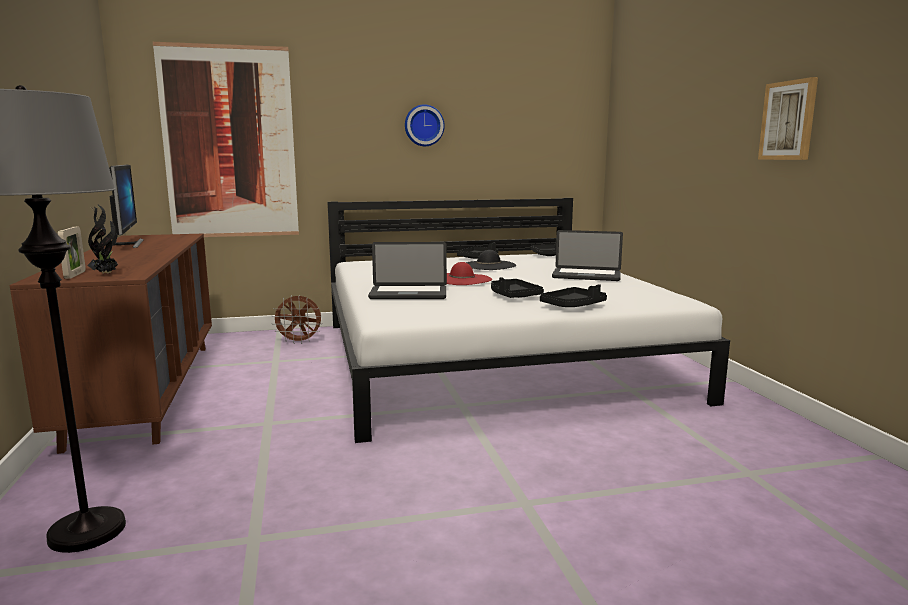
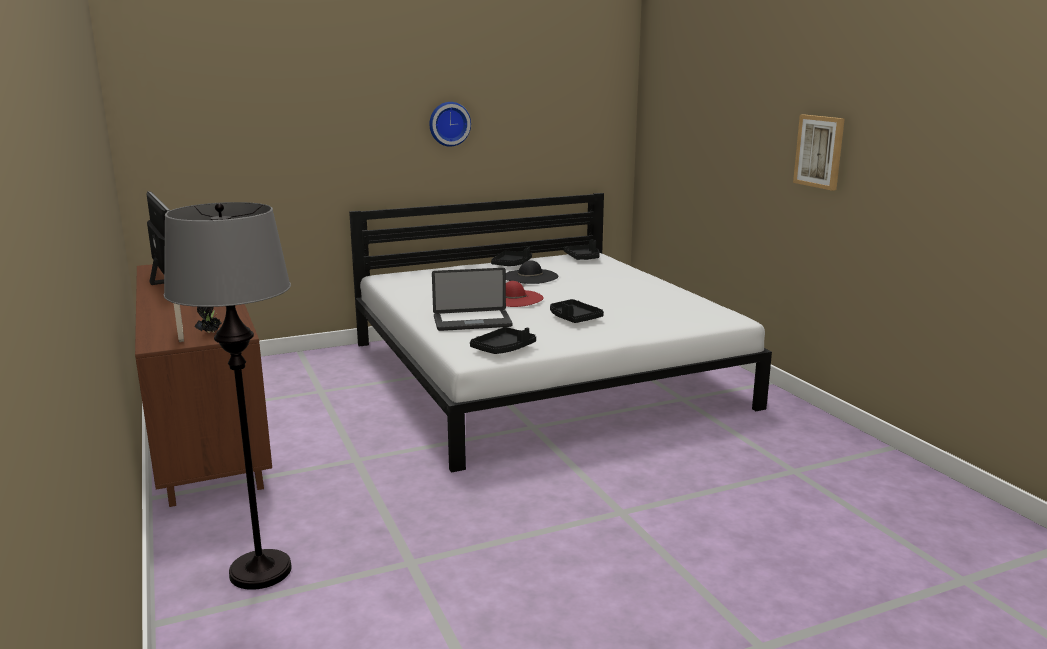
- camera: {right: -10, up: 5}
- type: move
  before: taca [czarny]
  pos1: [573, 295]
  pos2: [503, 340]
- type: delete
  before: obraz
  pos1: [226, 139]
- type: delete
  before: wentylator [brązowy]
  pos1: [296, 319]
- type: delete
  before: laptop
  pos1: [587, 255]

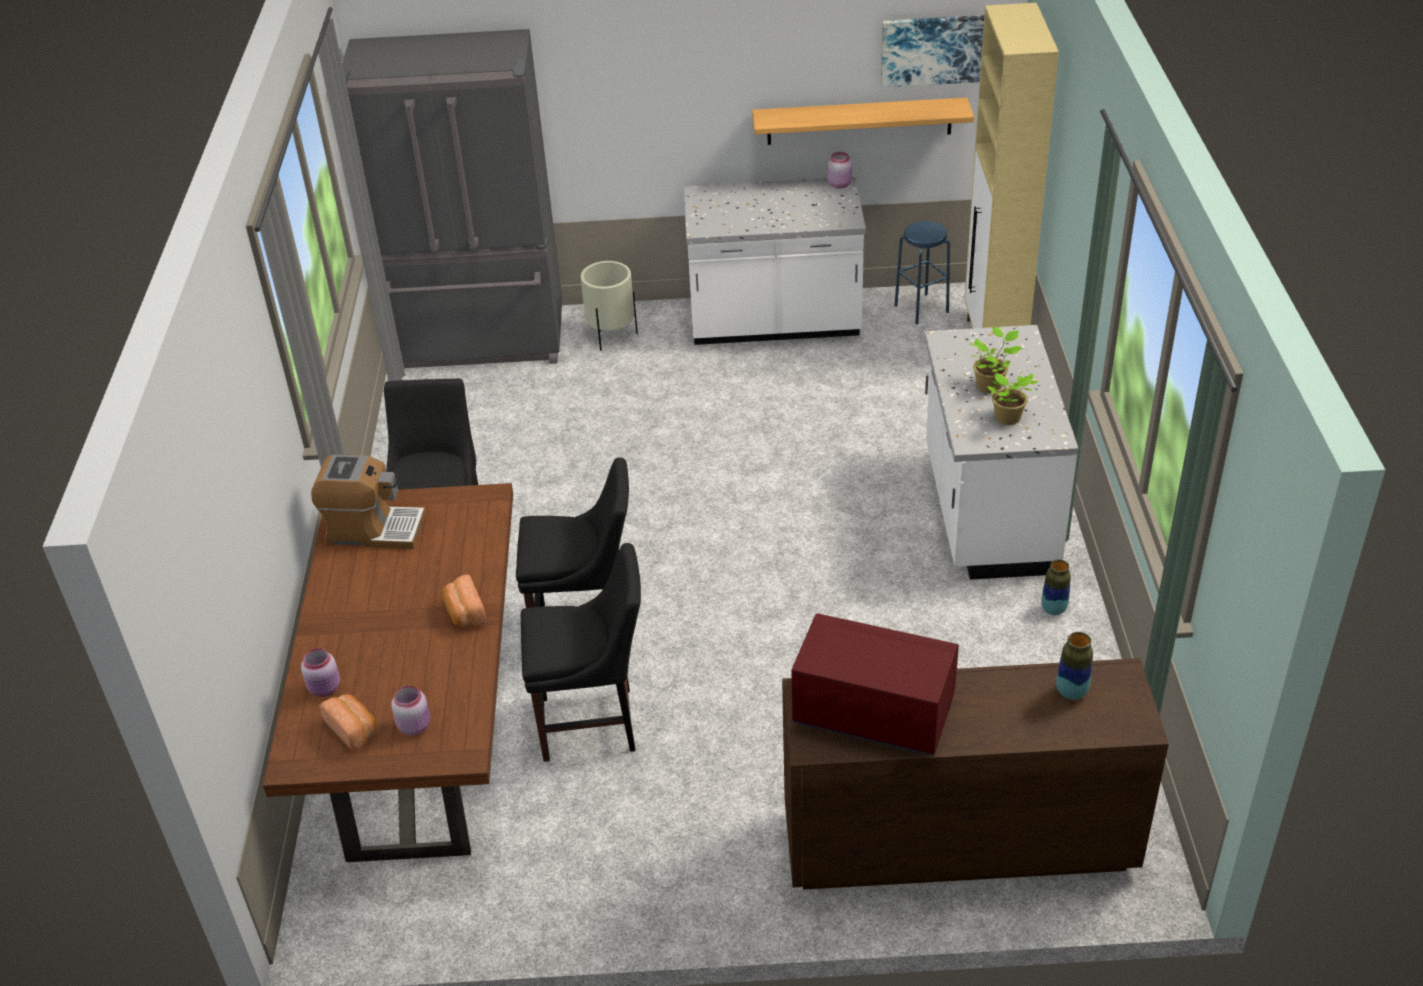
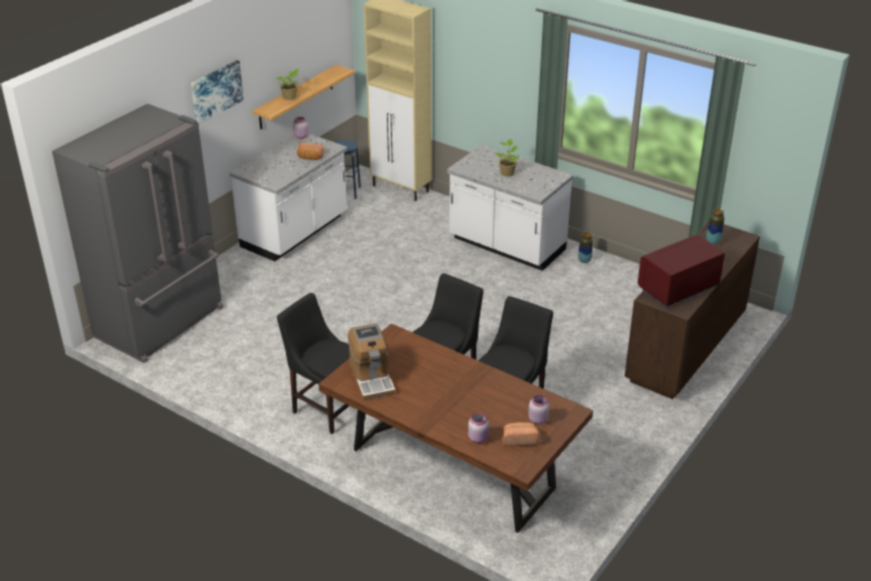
- camera: {right: -55, up: -5}
- type: move
  before: obraz
  pos1: [932, 51]
  pos2: [217, 92]
- type: move
  before: roślina doniczkowa
  pos1: [1012, 399]
  pos2: [287, 84]
- type: move
  before: chleb
  pos1: [464, 601]
  pos2: [310, 151]
- type: rotate
  before: ekspres do kawy
  pos1: [368, 502]
  pos2: [372, 362]
  turn: 120
- type: delete
  before: donica [beżowy]
  pos1: [609, 306]

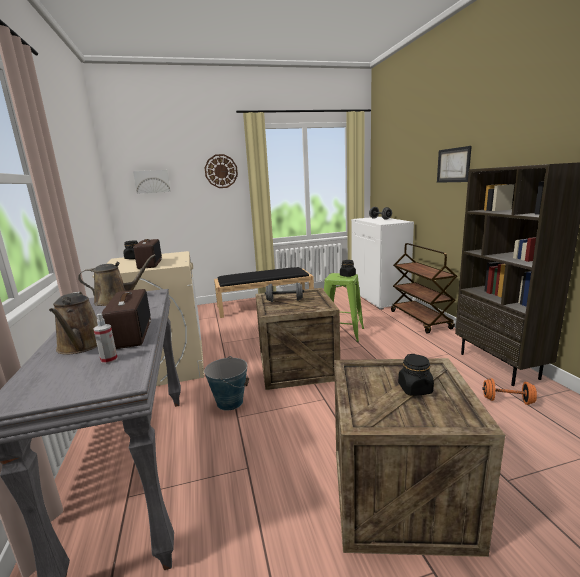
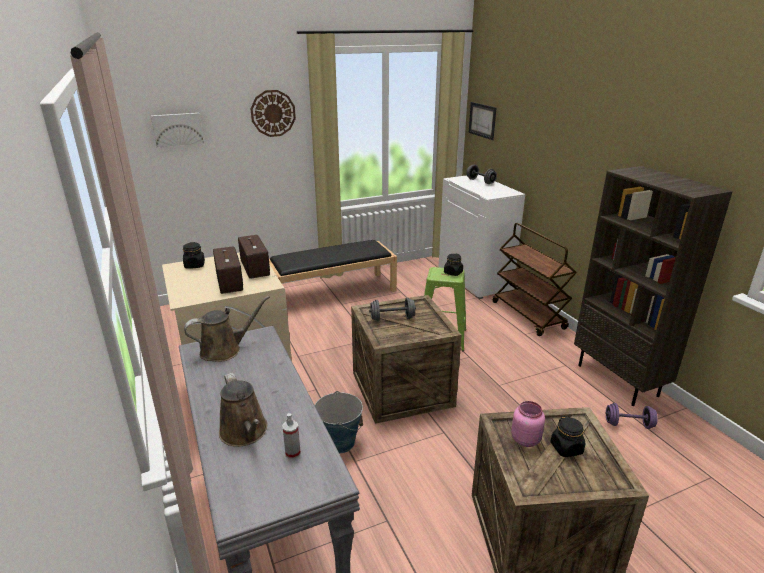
- camera: {right: -10, up: 10}
- type: move
  before: radio
  pos1: [126, 319]
  pos2: [254, 257]
- type: move
  before: obraz
  pos1: [454, 164]
  pos2: [482, 121]
- type: insert
  after: słoik [różowy]
  pos2: [528, 424]
- type: recolor
  before: hantel [pomarańczowy]
  after: hantel [fioletowy]
  pos1: [509, 391]
  pos2: [632, 416]

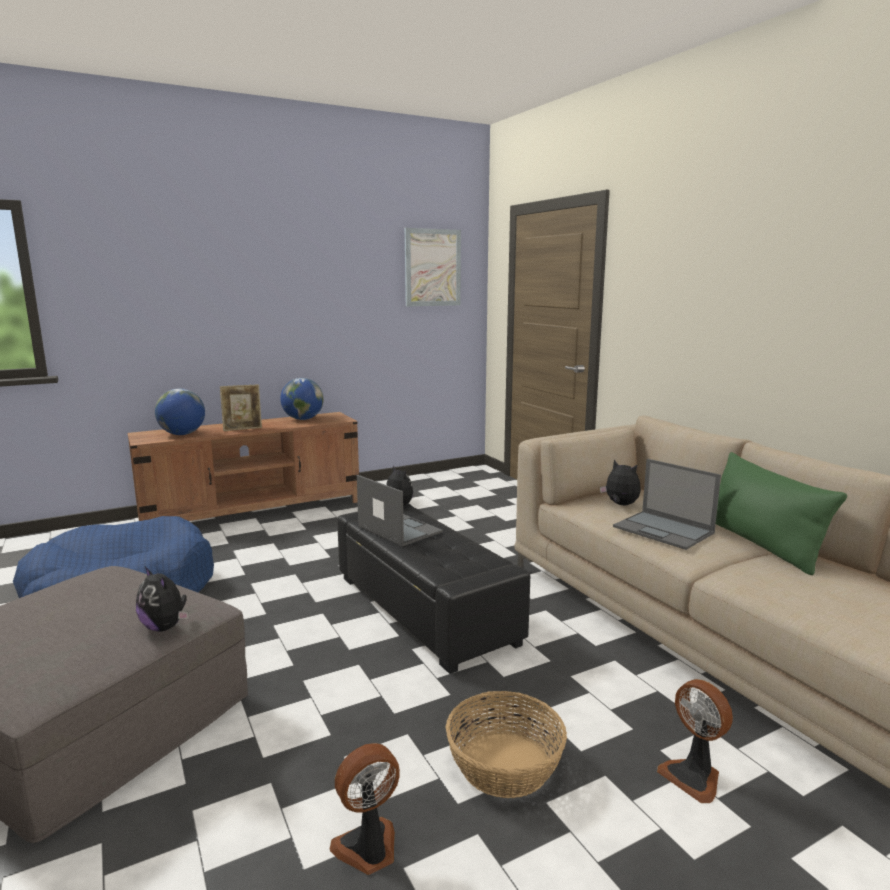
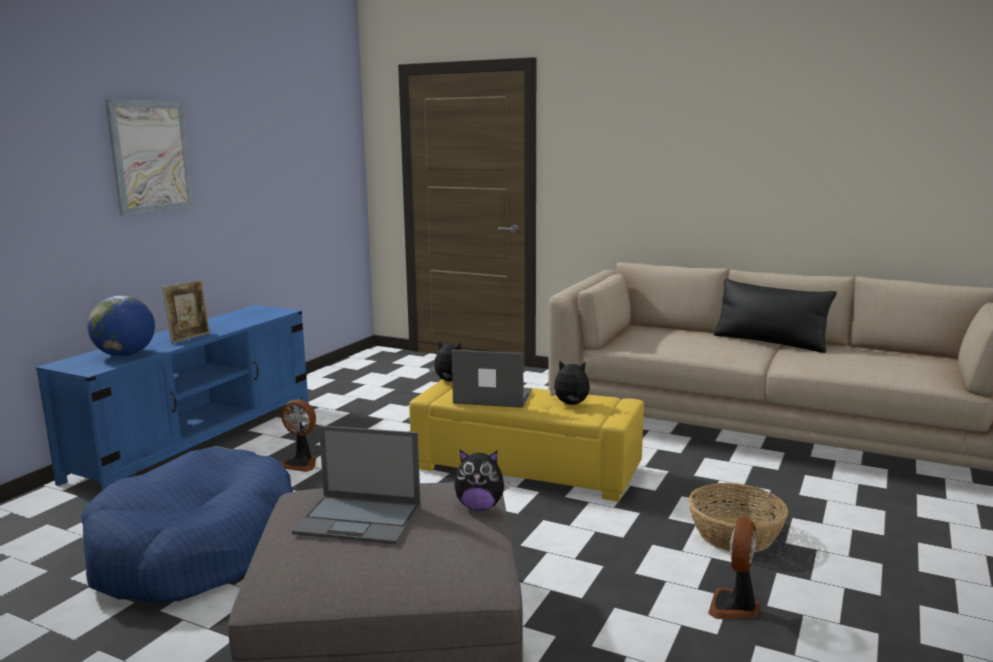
- camera: {right: -35, up: 0}
- type: recolor
  before: szafka pod telewizor [brązowy]
  after: szafka pod telewizor [niebieski]
  pos1: [243, 466]
  pos2: [172, 398]
- type: move
  before: obraz
  pos1: [433, 267]
  pos2: [149, 157]
- type: move
  before: wentylator
  pos1: [695, 741]
  pos2: [298, 435]
- type: move
  before: laptop
  pos1: [667, 504]
  pos2: [356, 485]
- type: recolor
  before: pufa [czarny]
  after: pufa [żółty]
  pos1: [433, 589]
  pos2: [526, 440]
- type: move
  before: pluszak
  pos1: [620, 482]
  pos2: [570, 382]
- type: recolor
  before: poduszka [zielony]
  after: poduszka [czarny]
  pos1: [781, 513]
  pos2: [775, 316]
- type: delete
  before: globus
  pos1: [302, 399]

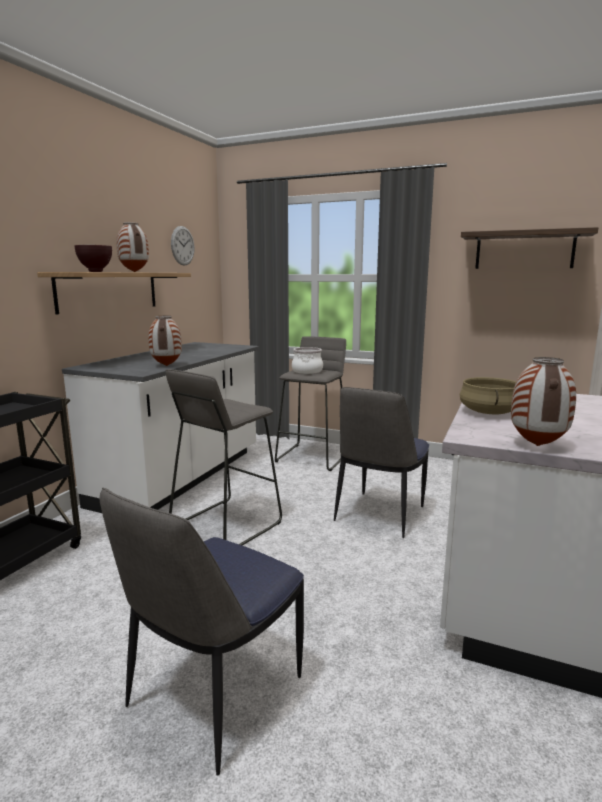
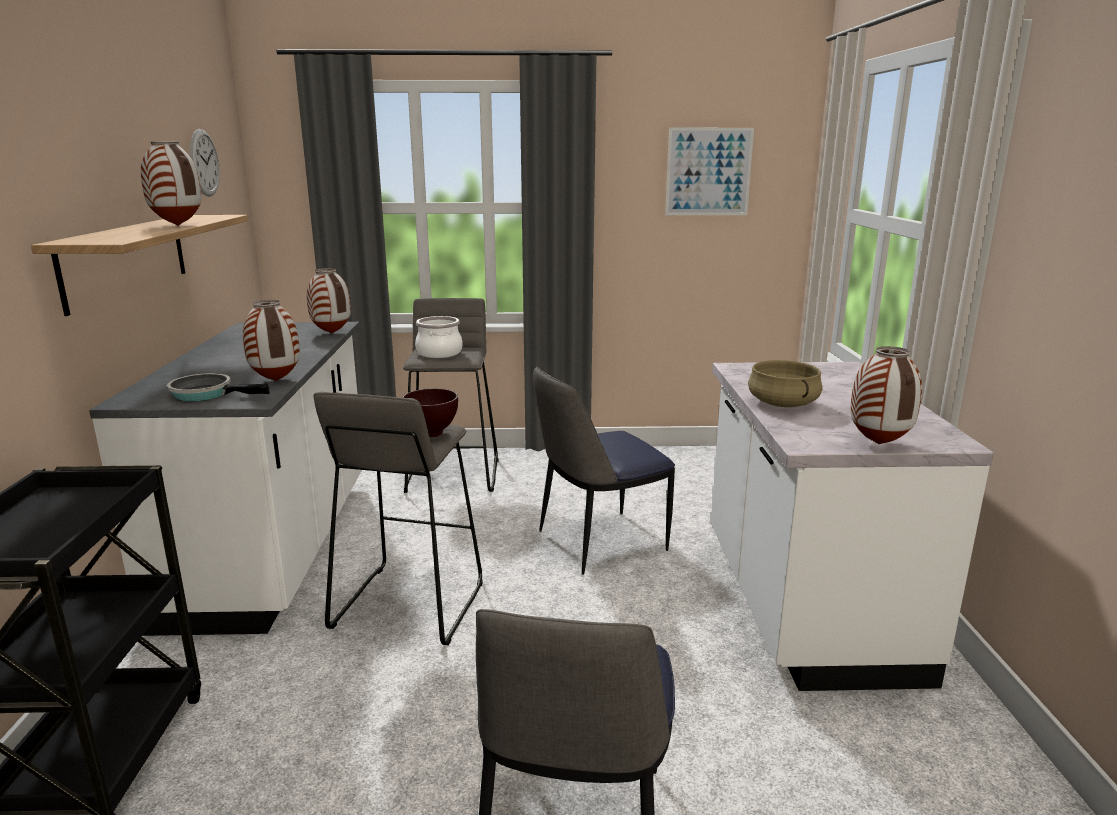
- camera: {right: -25, up: 5}
- type: insert
  after: patelnia
  pos2: [218, 387]
- type: insert
  after: wazon
  pos2: [329, 300]
- type: move
  before: miska [brązowy]
  pos1: [93, 258]
  pos2: [430, 412]
- type: rotate
  before: krzesło
  pos1: [381, 462]
  pos2: [604, 470]
  turn: 60
- type: replace
  before: półka
  after: obraz
  pos1: [529, 248]
  pos2: [709, 171]

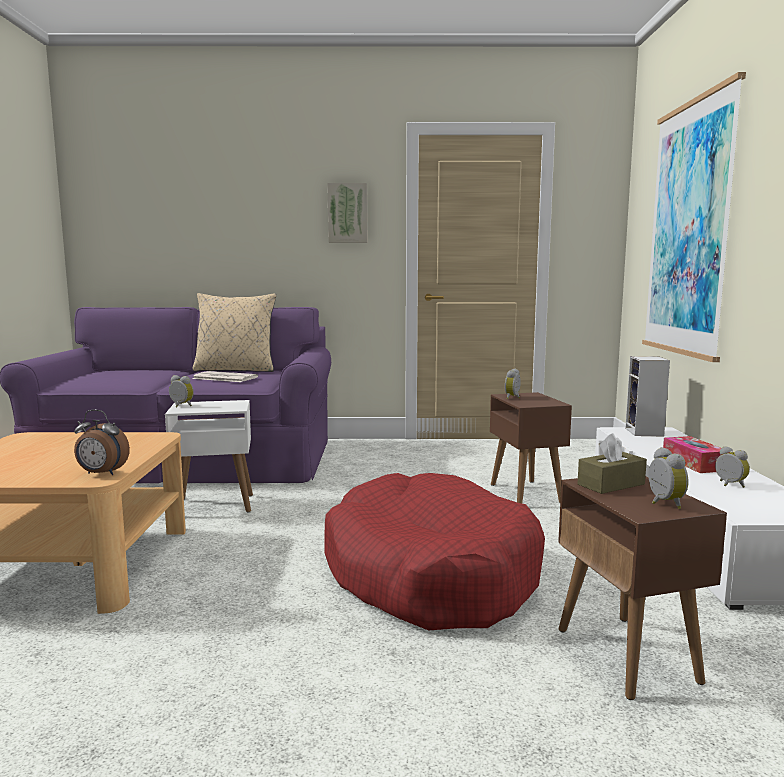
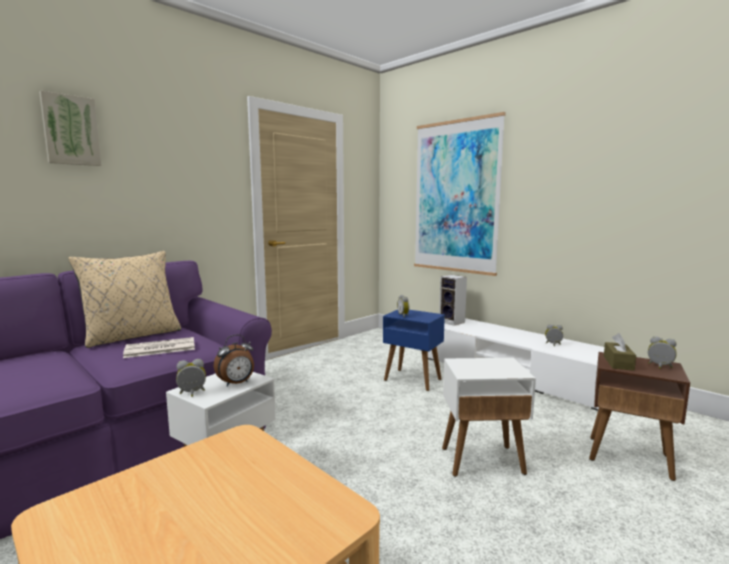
- camera: {right: -45, up: 0}
- type: move
  before: obraz
  pos1: [347, 213]
  pos2: [70, 128]
- type: move
  before: budzik
  pos1: [102, 442]
  pos2: [234, 361]
- type: recolor
  before: stolik [brązowy]
  after: stolik [niebieski]
  pos1: [531, 447]
  pos2: [414, 350]
- type: replace
  before: legowisko [czerwony]
  after: stolik [biały]
  pos1: [434, 551]
  pos2: [489, 417]
- type: delete
  before: pudełko chusteczek
  pos1: [696, 454]

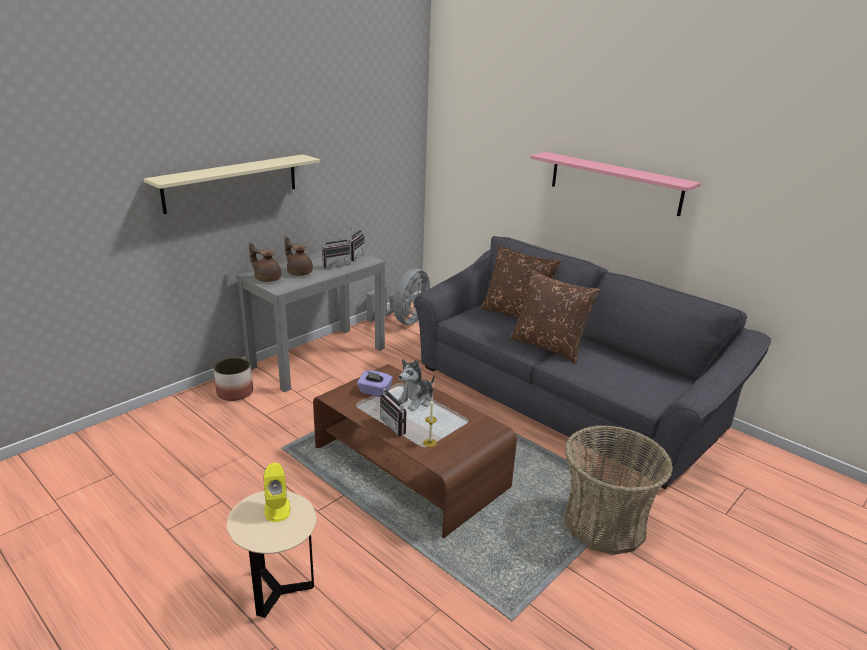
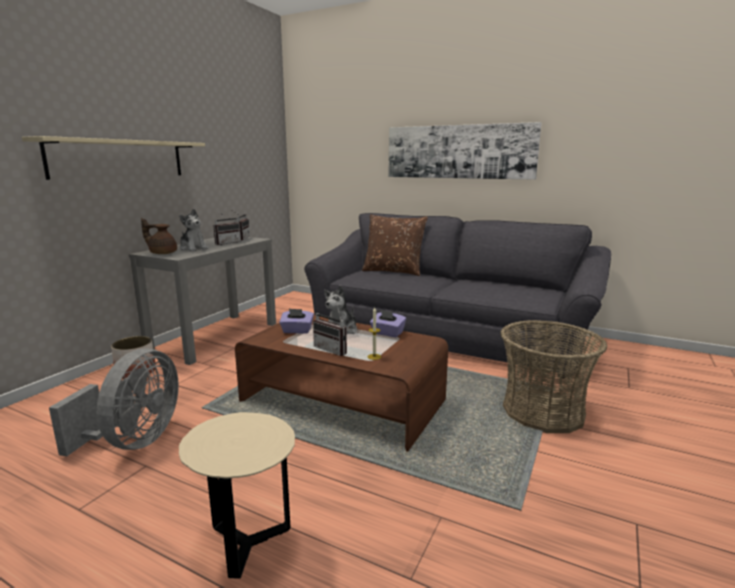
- camera: {right: -15, up: -10}
- type: move
  before: wentylator [szary]
  pos1: [398, 296]
  pos2: [114, 402]
- type: replace
  before: imbryk [brązowy]
  after: pluszak
  pos1: [299, 256]
  pos2: [193, 230]
- type: insert
  after: pudełko chusteczek [fioletowy]
  pos2: [388, 323]
- type: replace
  before: półka [różowy]
  after: obraz
  pos1: [615, 184]
  pos2: [465, 151]
- type: delete
  before: głośnik [żółty]
  pos1: [277, 492]
- type: delete
  before: poduszka [brązowy]
  pos1: [555, 316]

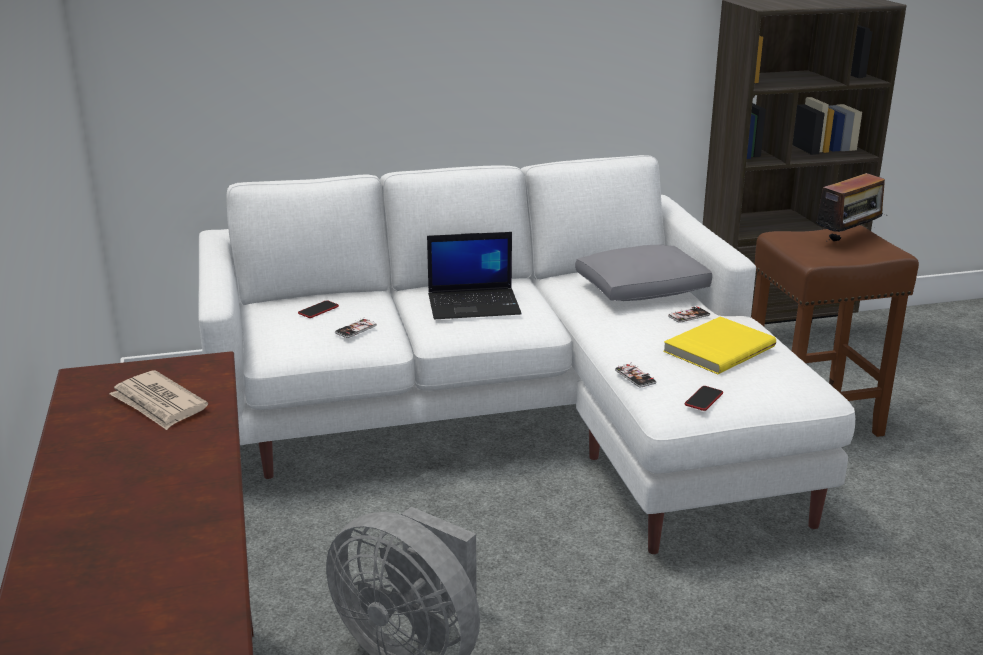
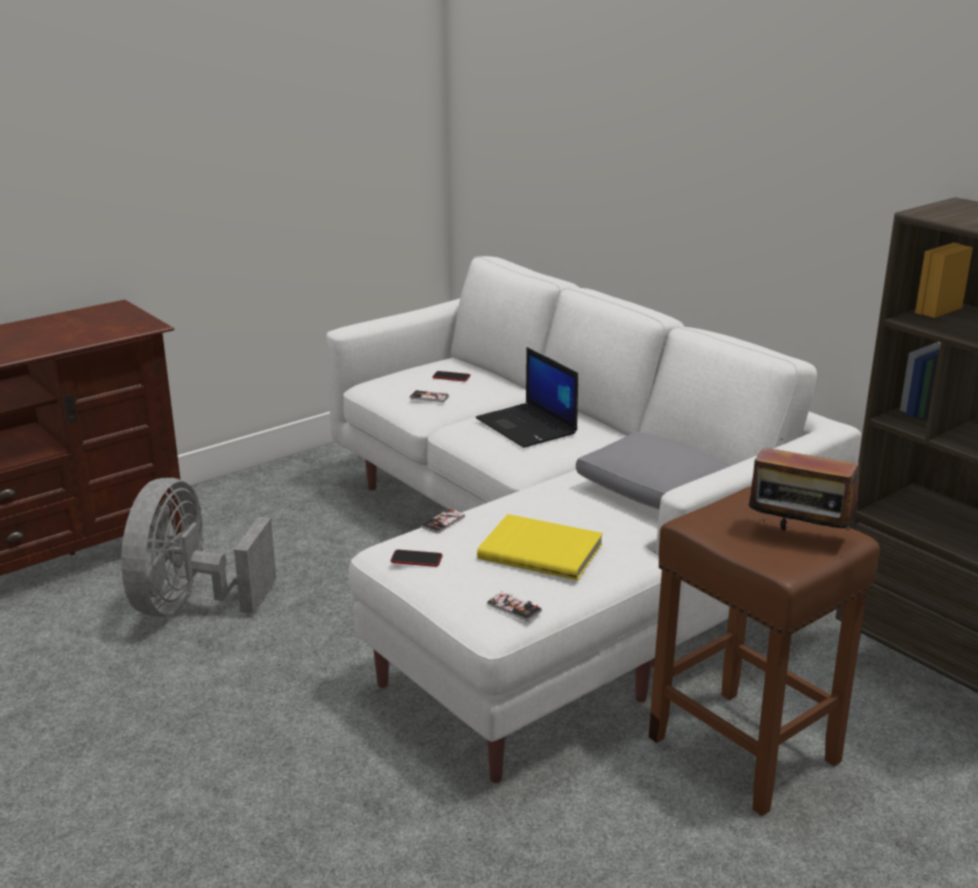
- camera: {right: 65, up: 0}
- type: move
  before: telefon
  pos1: [689, 314]
  pos2: [514, 606]
- type: delete
  before: gazeta
  pos1: [159, 400]

